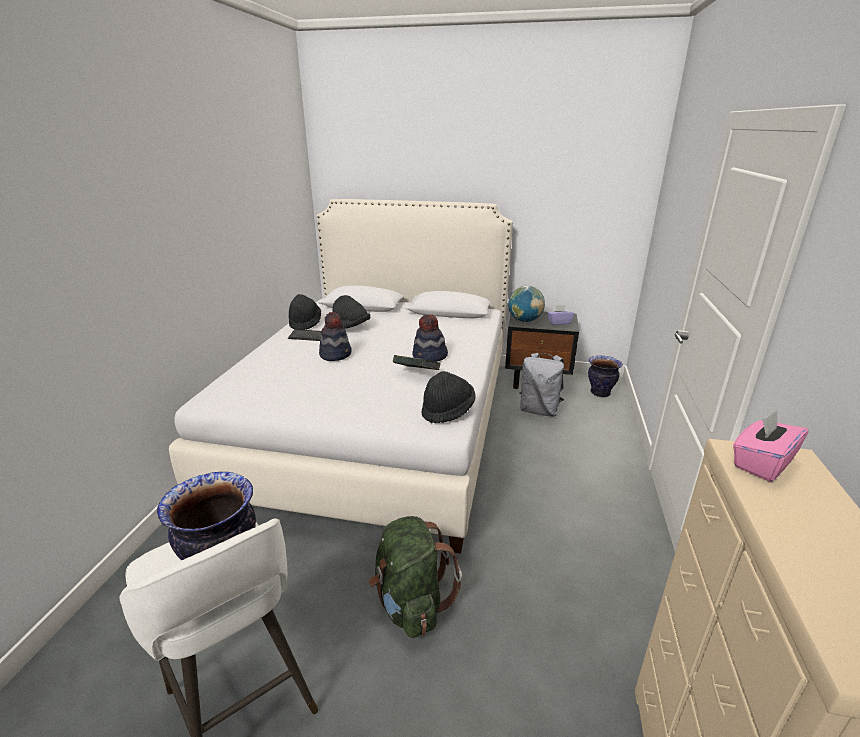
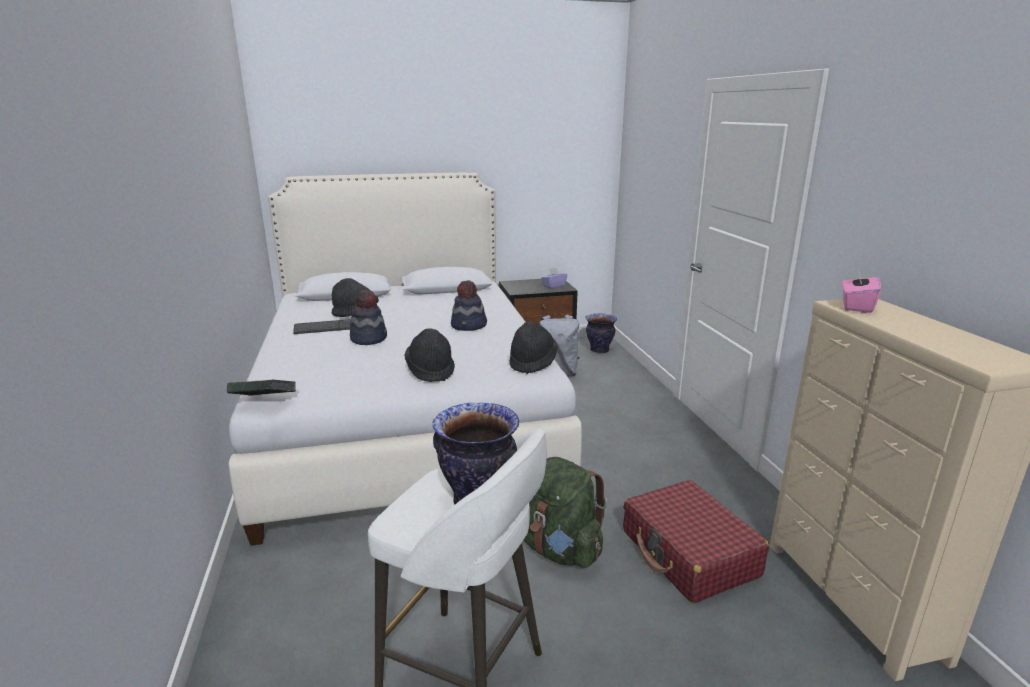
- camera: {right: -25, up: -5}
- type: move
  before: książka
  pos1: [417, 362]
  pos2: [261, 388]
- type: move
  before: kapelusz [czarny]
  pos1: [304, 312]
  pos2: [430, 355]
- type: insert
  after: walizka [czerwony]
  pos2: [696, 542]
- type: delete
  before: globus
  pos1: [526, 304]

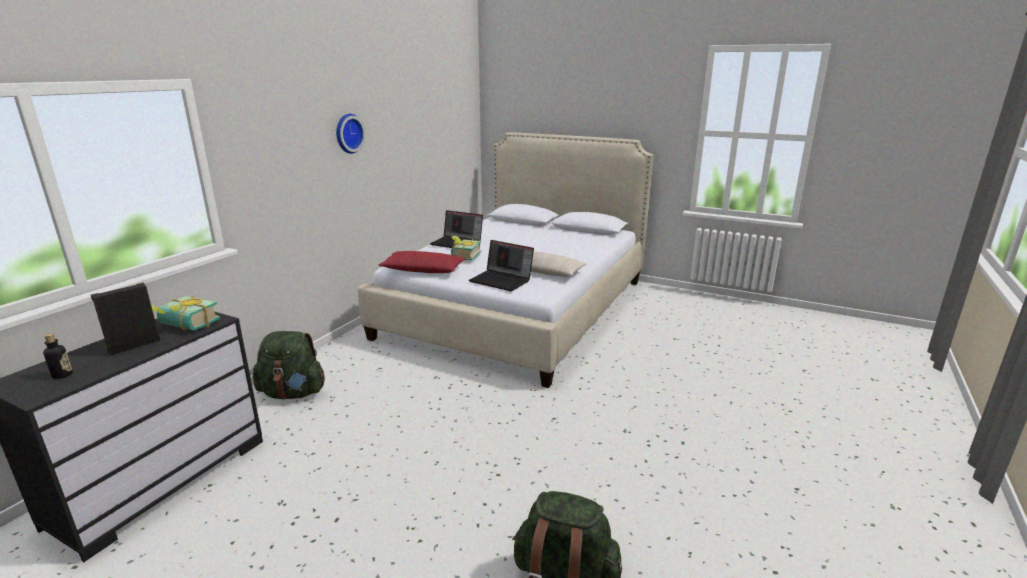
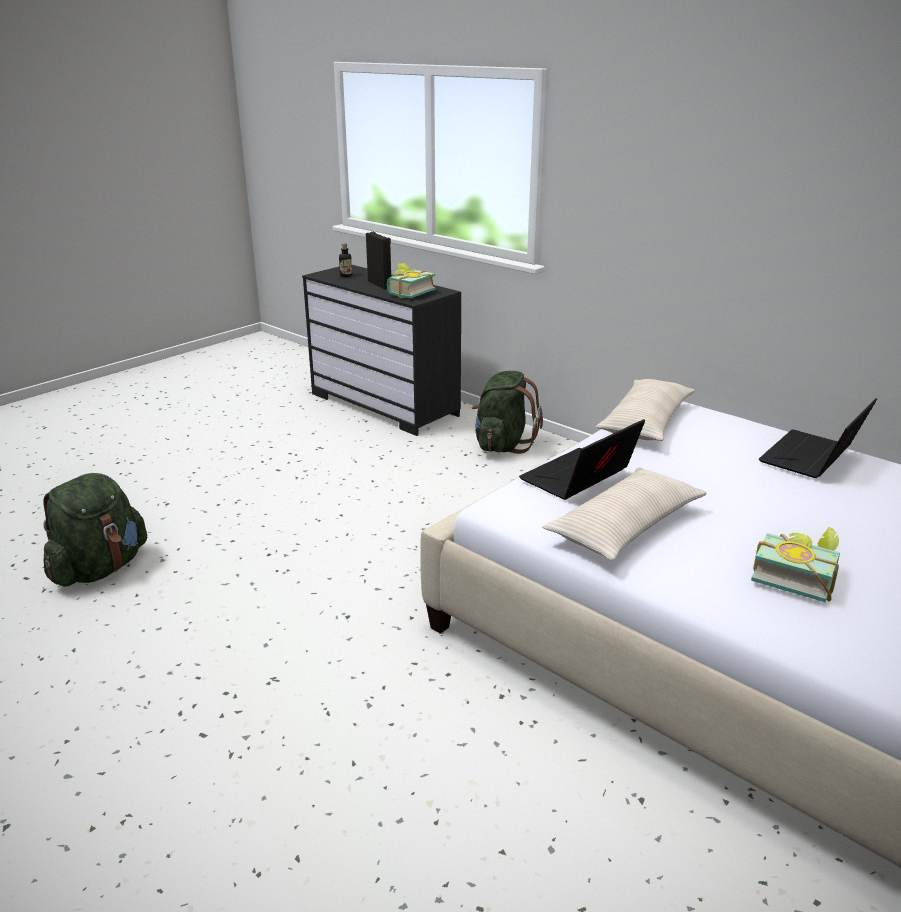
- camera: {right: 105, up: 5}
- type: recolor
  before: poduszka [czerwony]
  after: poduszka [beżowy]
  pos1: [422, 262]
  pos2: [645, 410]
- type: move
  before: książka
  pos1: [466, 248]
  pos2: [795, 564]
- type: delete
  before: zegar ścienny
  pos1: [351, 134]

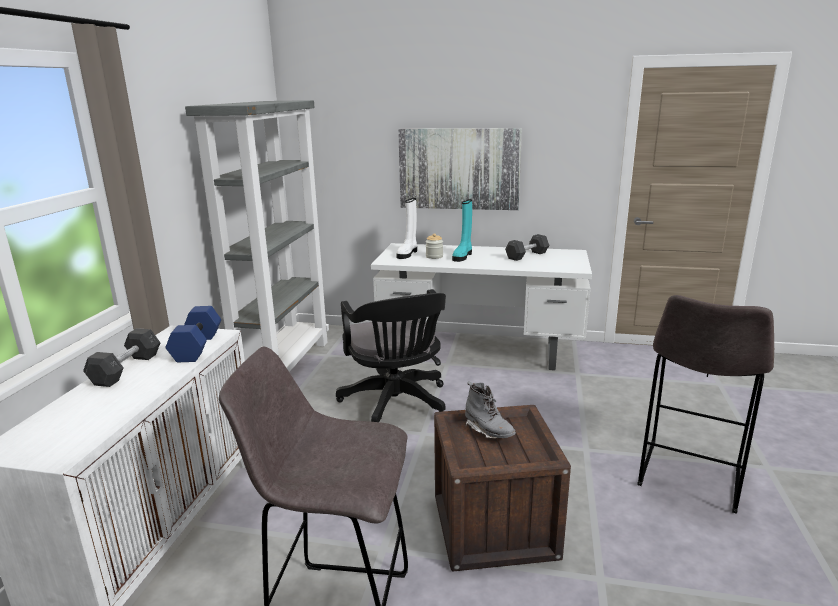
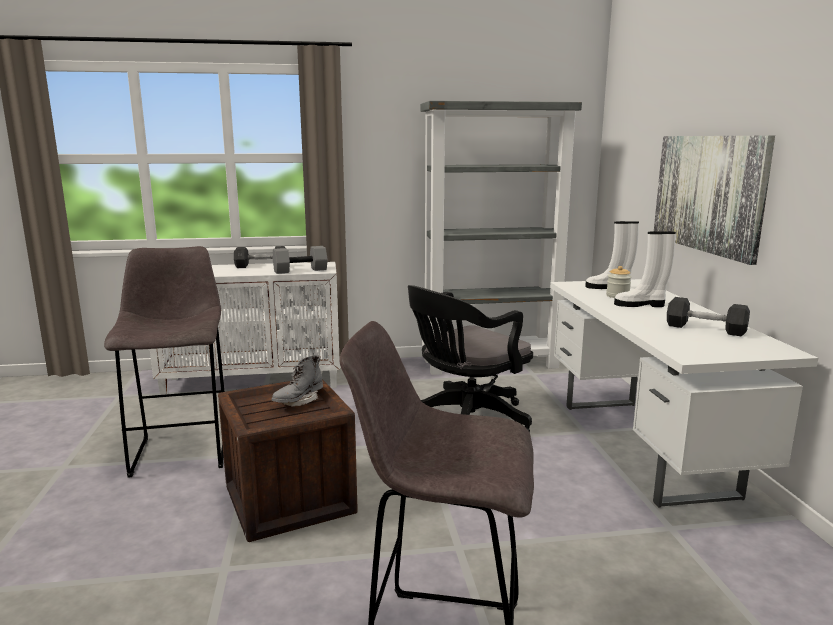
- camera: {right: 70, up: -5}
- type: recolor
  before: hantel [niebieski]
  after: hantel [szary]
  pos1: [193, 334]
  pos2: [300, 260]
- type: recolor
  before: but z cholewką [turkusowy]
  after: but z cholewką [biały]
  pos1: [462, 230]
  pos2: [645, 269]

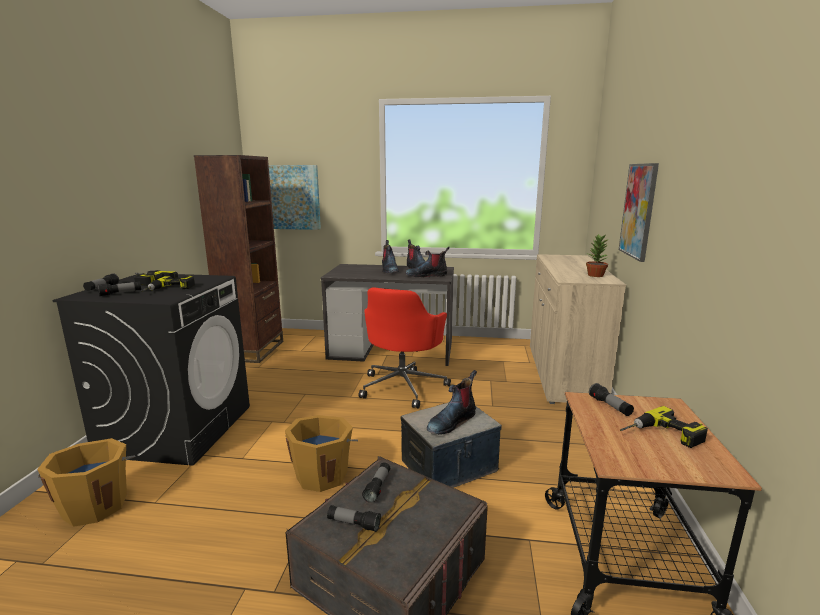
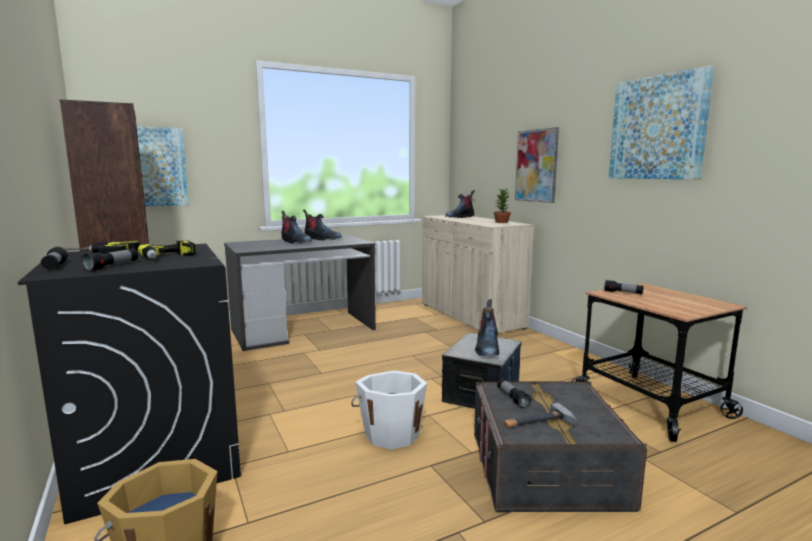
- camera: {right: -35, up: -5}
- type: recolor
  before: wiadro [pomarańczowy]
  after: wiadro [biały]
  pos1: [321, 453]
  pos2: [389, 410]
- type: move
  before: but z cholewką
  pos1: [427, 262]
  pos2: [460, 204]
- type: replace
  before: latarka
  after: młotek
  pos1: [354, 518]
  pos2: [540, 415]
- type: insert
  after: obraz
  pos2: [661, 123]
- type: delete
  before: krzesło biurowe [czerwony]
  pos1: [405, 348]
- type: delete
  before: wiertarka
  pos1: [664, 427]

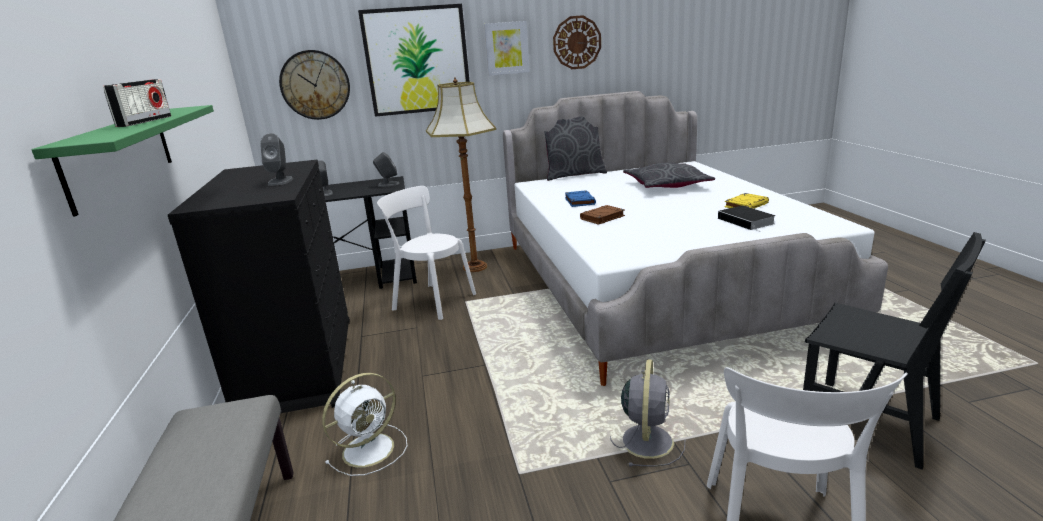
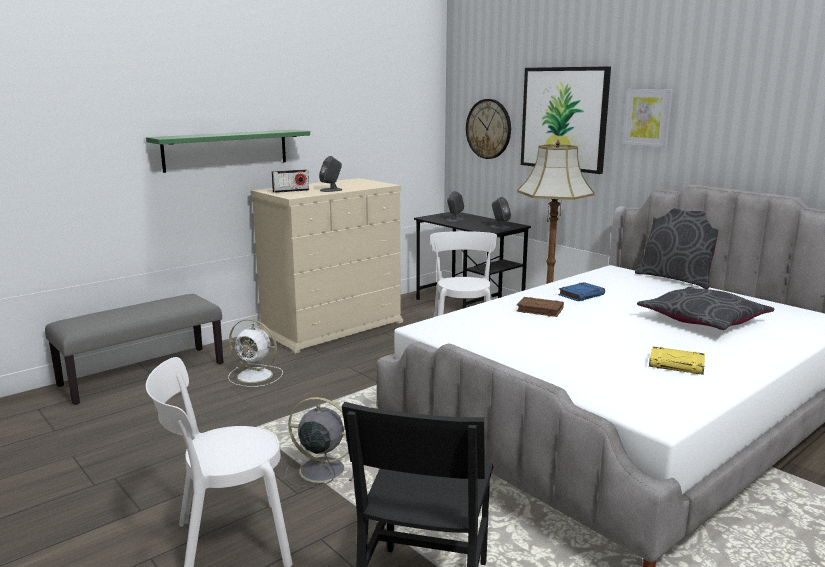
- camera: {right: 60, up: -5}
- type: recolor
  before: komoda [czarny]
  after: komoda [beżowy]
  pos1: [259, 286]
  pos2: [326, 266]
- type: move
  before: radio
  pos1: [137, 103]
  pos2: [290, 181]
- type: rotate
  before: wentylator [szary]
  pos1: [647, 413]
  pos2: [319, 442]
  turn: -150
- type: delete
  before: zegar ścienny
  pos1: [577, 42]
- type: delete
  before: książka
  pos1: [747, 218]

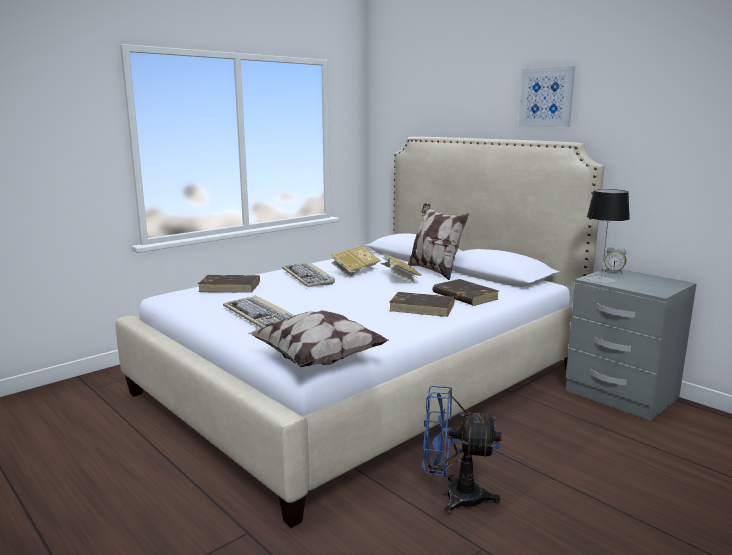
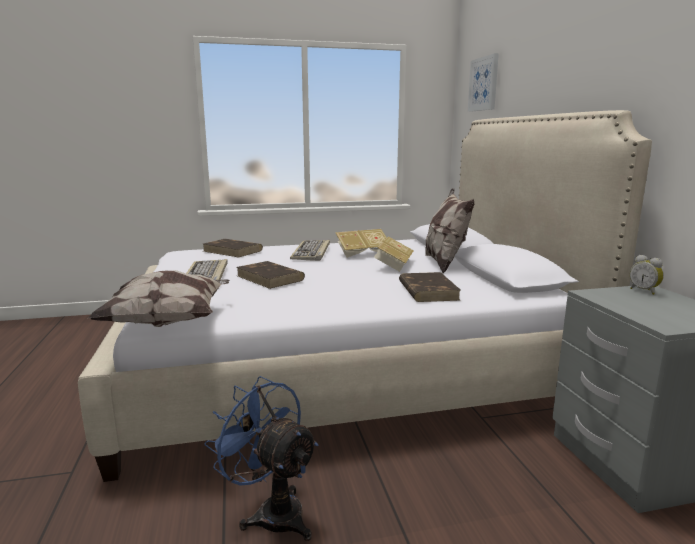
- camera: {right: 30, up: 0}
- type: move
  before: książka [brązowy]
  pos1: [422, 304]
  pos2: [270, 275]
- type: move
  before: obraz
  pos1: [546, 96]
  pos2: [483, 82]
- type: delete
  before: lampa stołowa
  pos1: [608, 236]

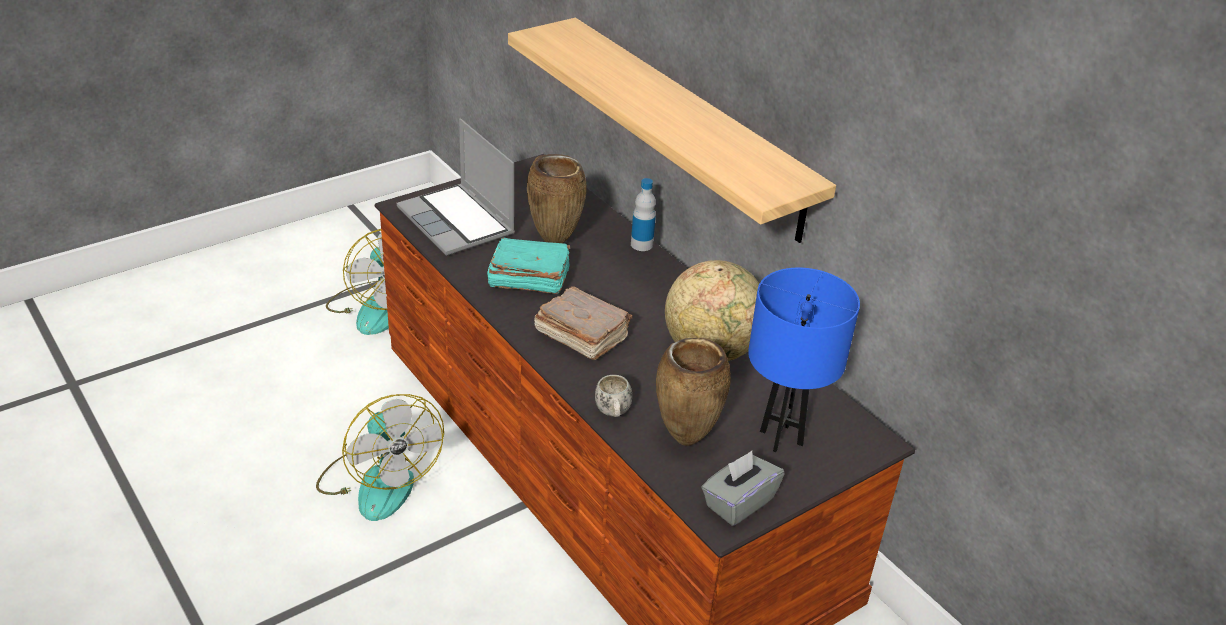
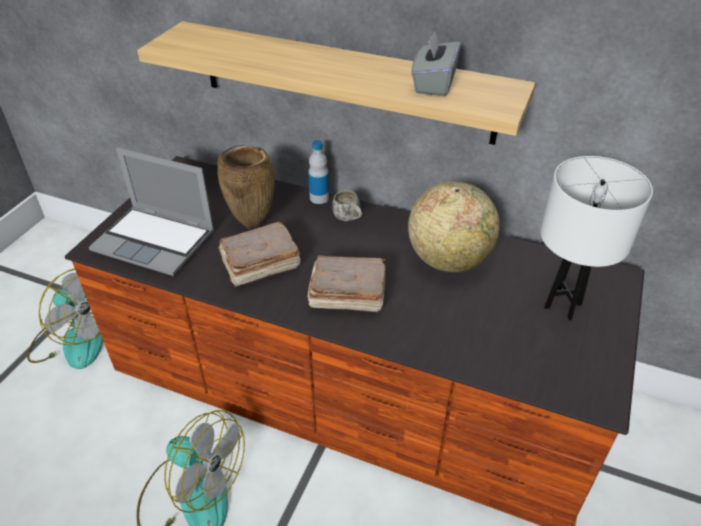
- camera: {right: -30, up: 5}
- type: recolor
  before: książka [turkusowy]
  after: książka [brązowy]
  pos1: [529, 265]
  pos2: [259, 254]
- type: move
  before: kubek [biały]
  pos1: [613, 396]
  pos2: [347, 205]
- type: move
  before: pudełko chusteczek [szary]
  pos1: [742, 488]
  pos2: [436, 64]
- type: recolor
  before: lampa stołowa [niebieski]
  after: lampa stołowa [biały]
  pos1: [804, 360]
  pos2: [597, 238]
- type: delete
  before: wazon [brązowy]
  pos1: [693, 392]

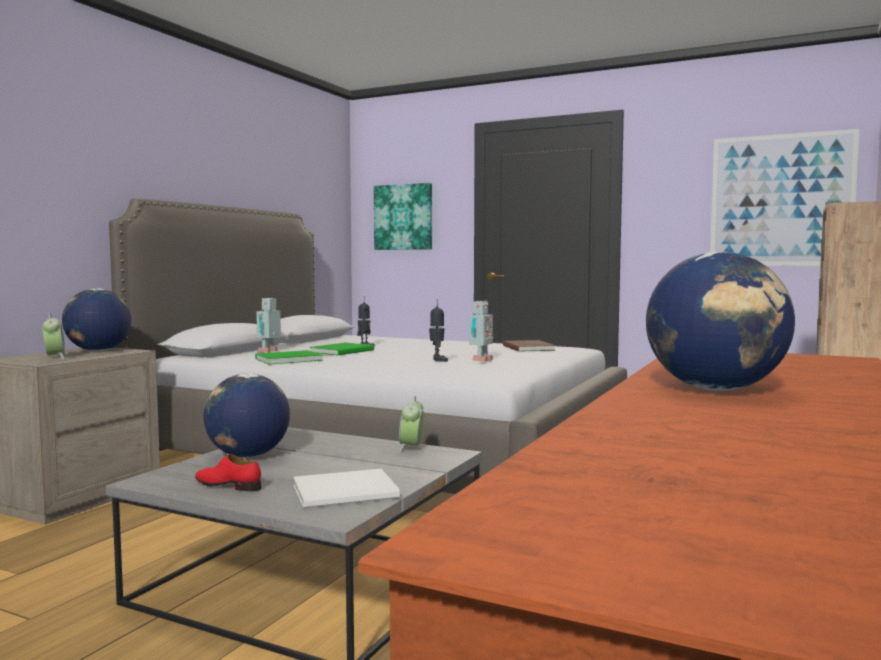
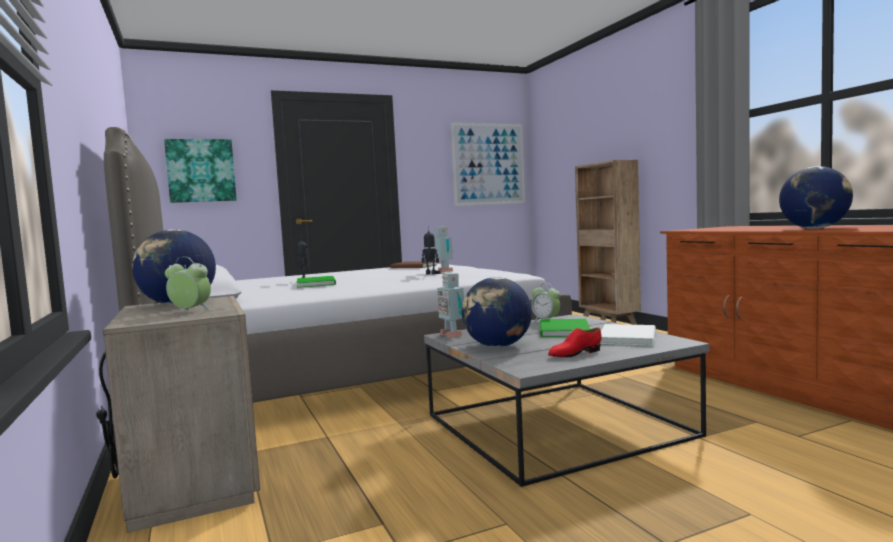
- camera: {right: -50, up: 0}
- type: move
  before: robot zabawkowy
  pos1: [268, 325]
  pos2: [450, 305]
- type: move
  before: książka [zielony]
  pos1: [289, 357]
  pos2: [565, 327]

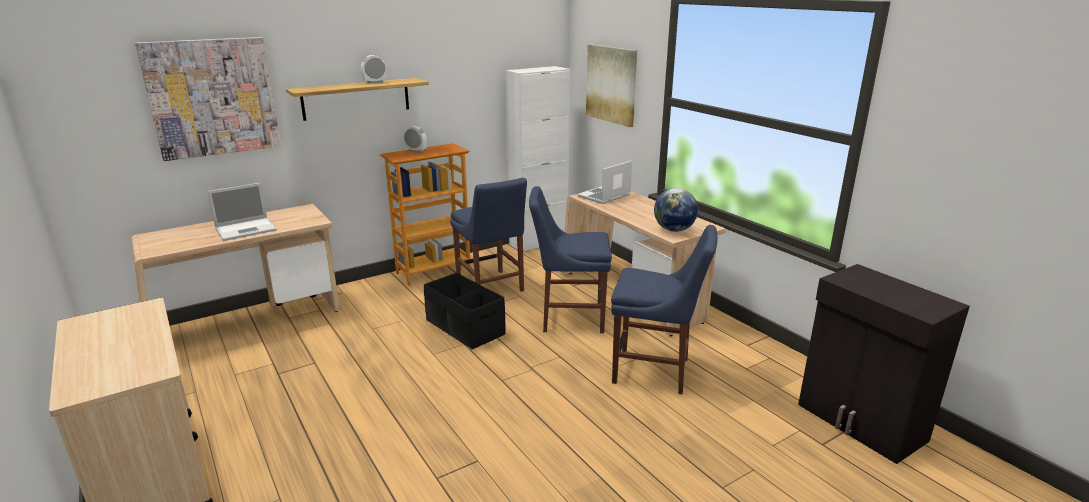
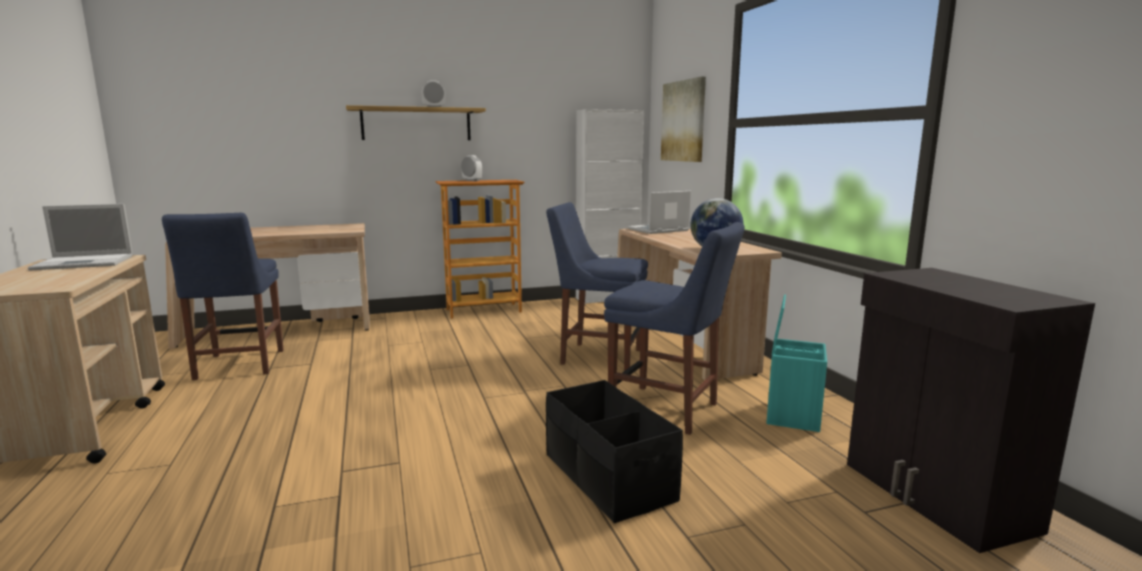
- camera: {right: 15, up: -10}
- type: move
  before: laptop
  pos1: [242, 212]
  pos2: [80, 237]
- type: move
  before: krzesło [niebieski]
  pos1: [488, 235]
  pos2: [223, 296]
- type: move
  before: pojemnik do przechowywania [czarny]
  pos1: [464, 311]
  pos2: [614, 451]
- type: insert
  after: pojemnik do przechowywania [turkusowy]
  pos2: [796, 363]
- type: delete
  before: obraz
  pos1: [208, 99]

